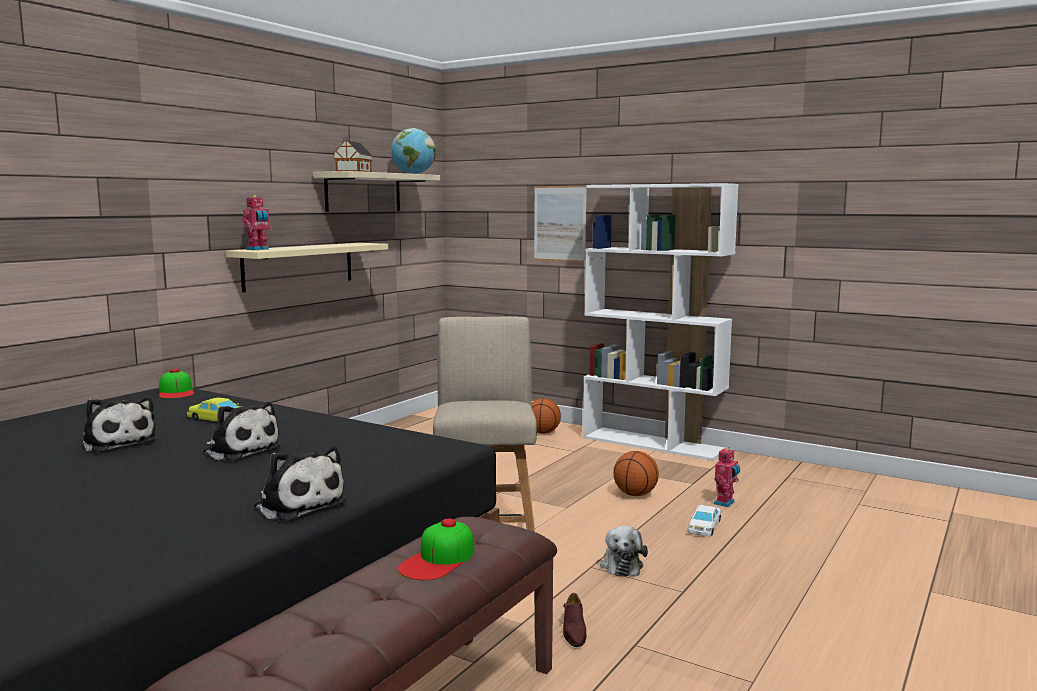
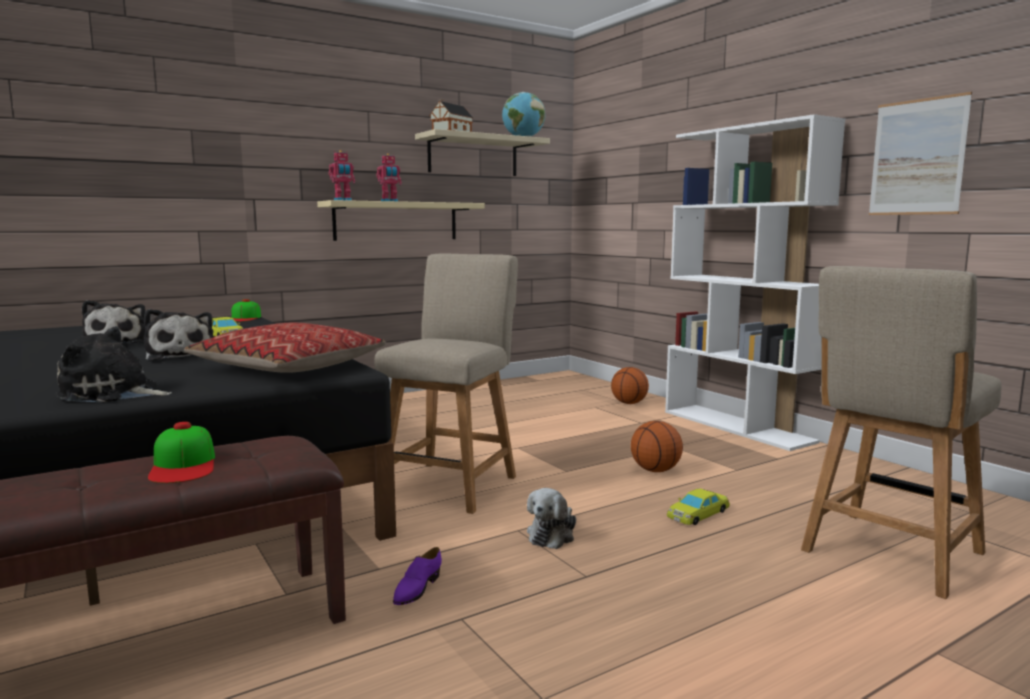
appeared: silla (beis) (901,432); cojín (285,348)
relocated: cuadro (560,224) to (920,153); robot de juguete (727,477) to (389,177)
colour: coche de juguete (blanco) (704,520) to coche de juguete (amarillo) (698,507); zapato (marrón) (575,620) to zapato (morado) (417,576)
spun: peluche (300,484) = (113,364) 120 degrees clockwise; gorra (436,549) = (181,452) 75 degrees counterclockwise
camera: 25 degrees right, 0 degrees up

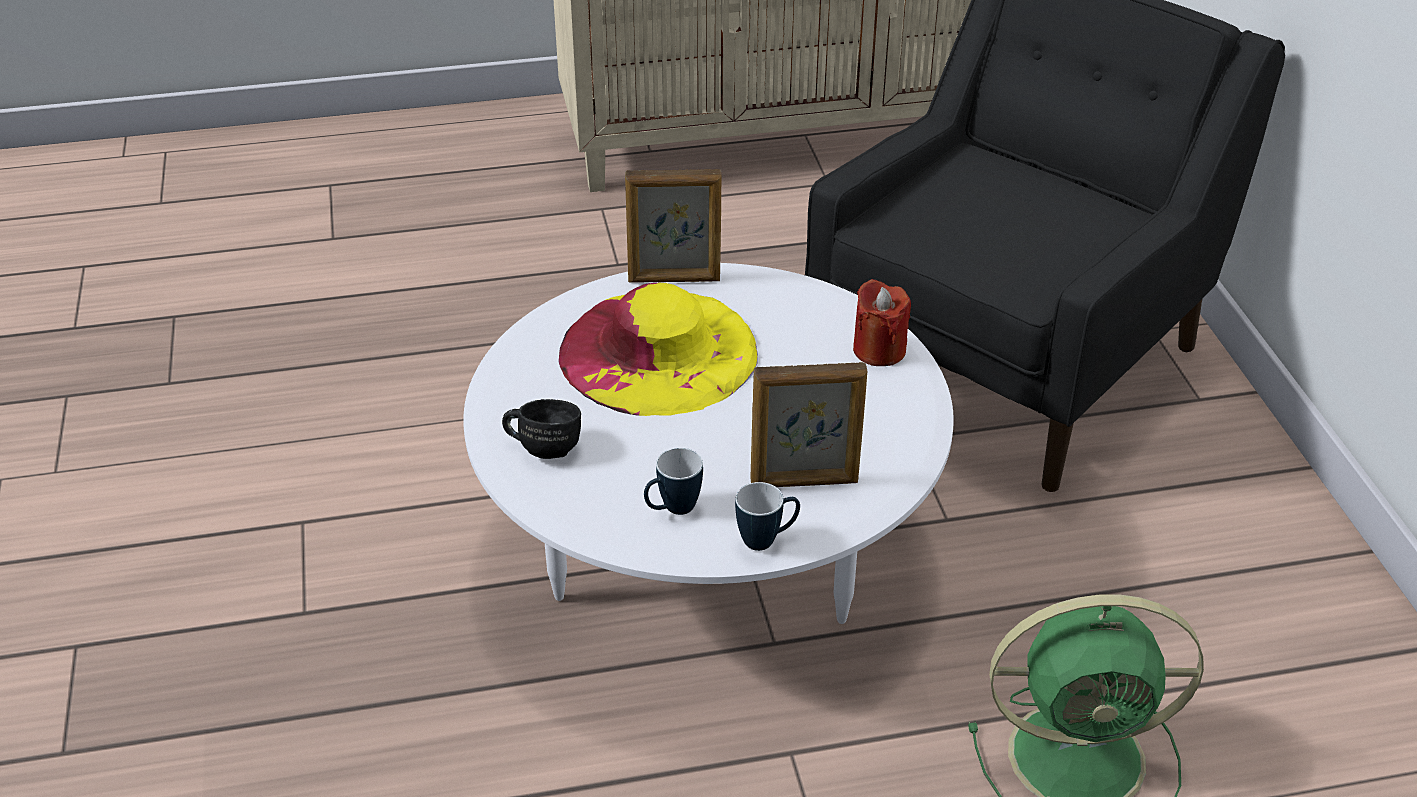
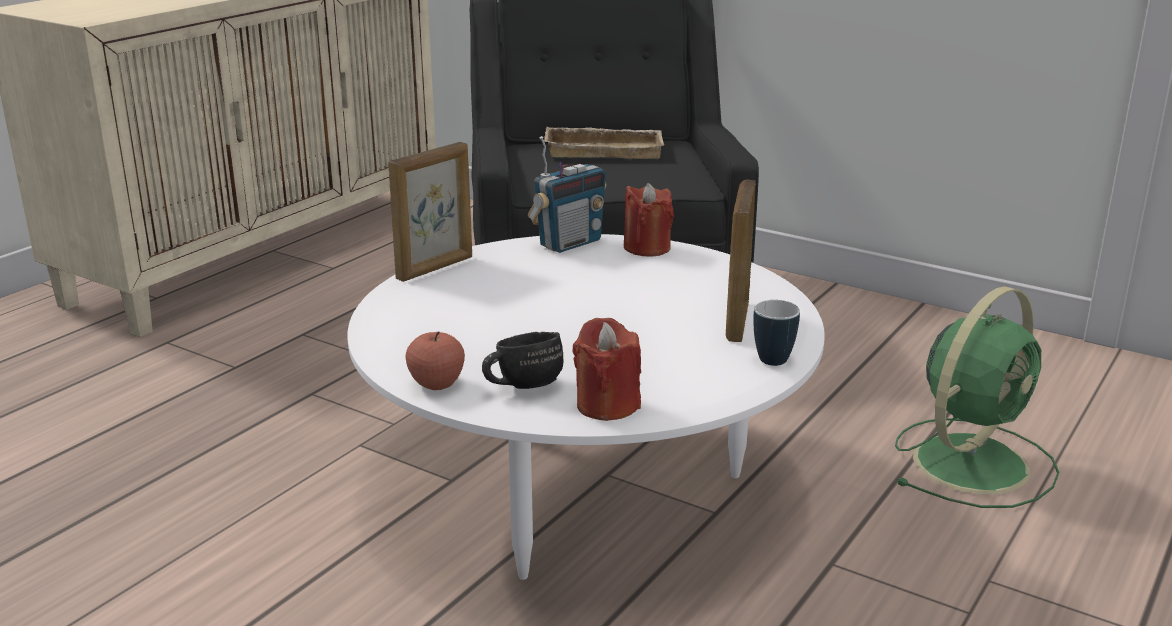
missing: sombrero (amarillo) (658,349); taza grande (673,481)
appeared: bandeja (beis) (604,143); radio (567,194); vela (rojo) (607,369); manzana (435,360)
spun: portarretratos (808,424) = (741,261) 150 degrees clockwise
camera: 45 degrees left, 15 degrees down

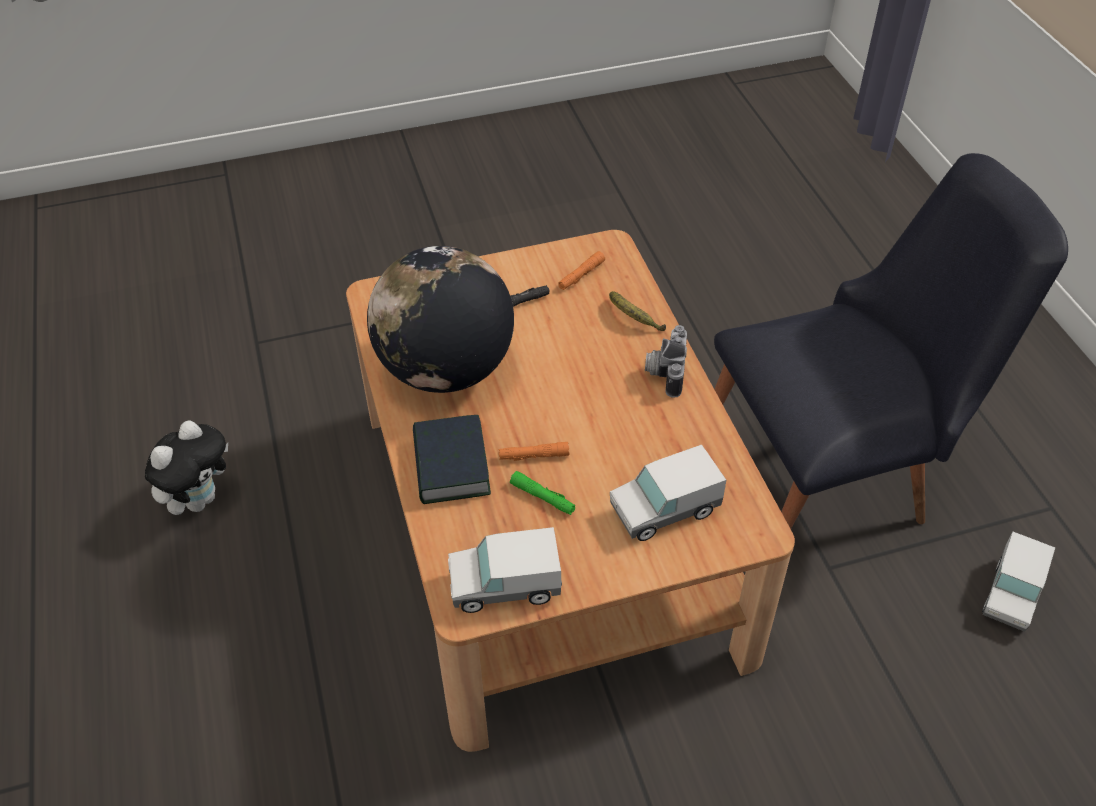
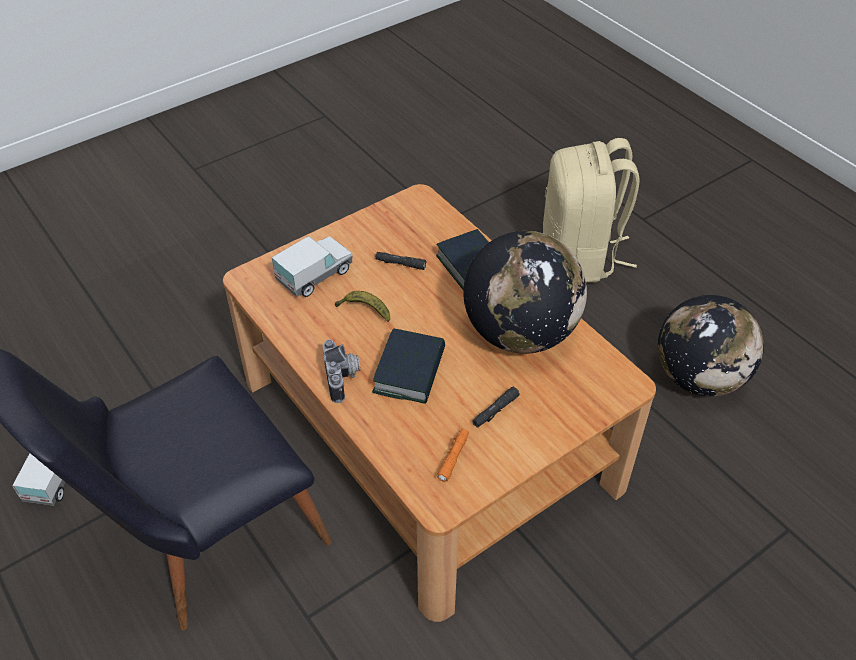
missing: linterna (naranja) (533,451); camión de juguete (505,570)
appeared: mochila (beis) (591,210); libro (408,366)
relocated: plátano (637,311) to (362,306)
exchanged: peluche (186,467) to globo terráqueo (711,345)
colour: linterna (verde) (542,493) to linterna (negro) (400,261)
camera: 160 degrees right, 0 degrees up

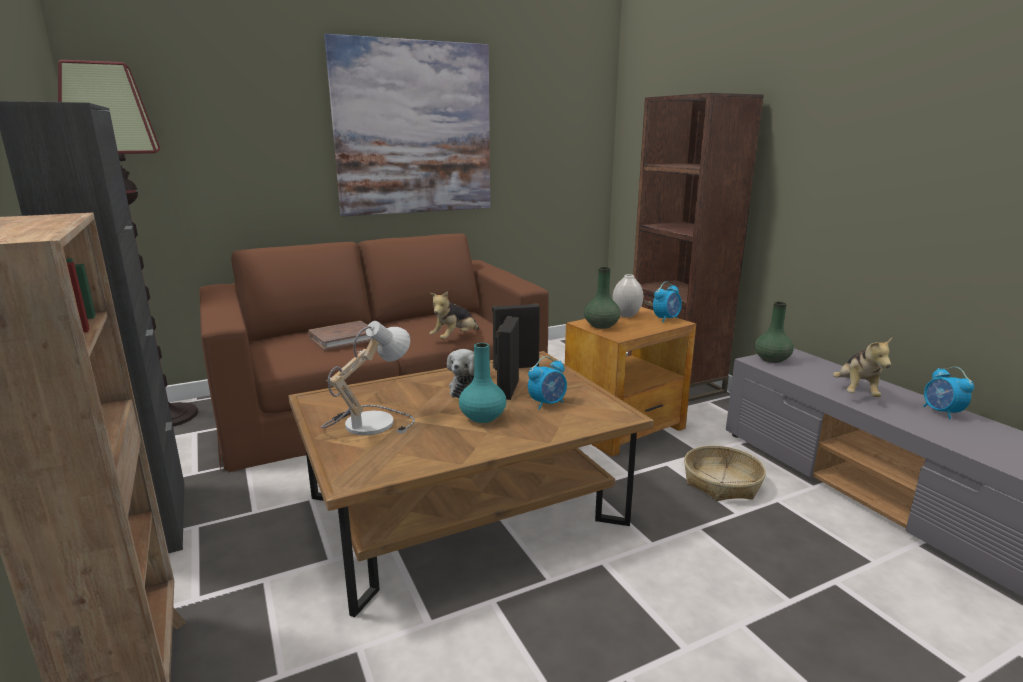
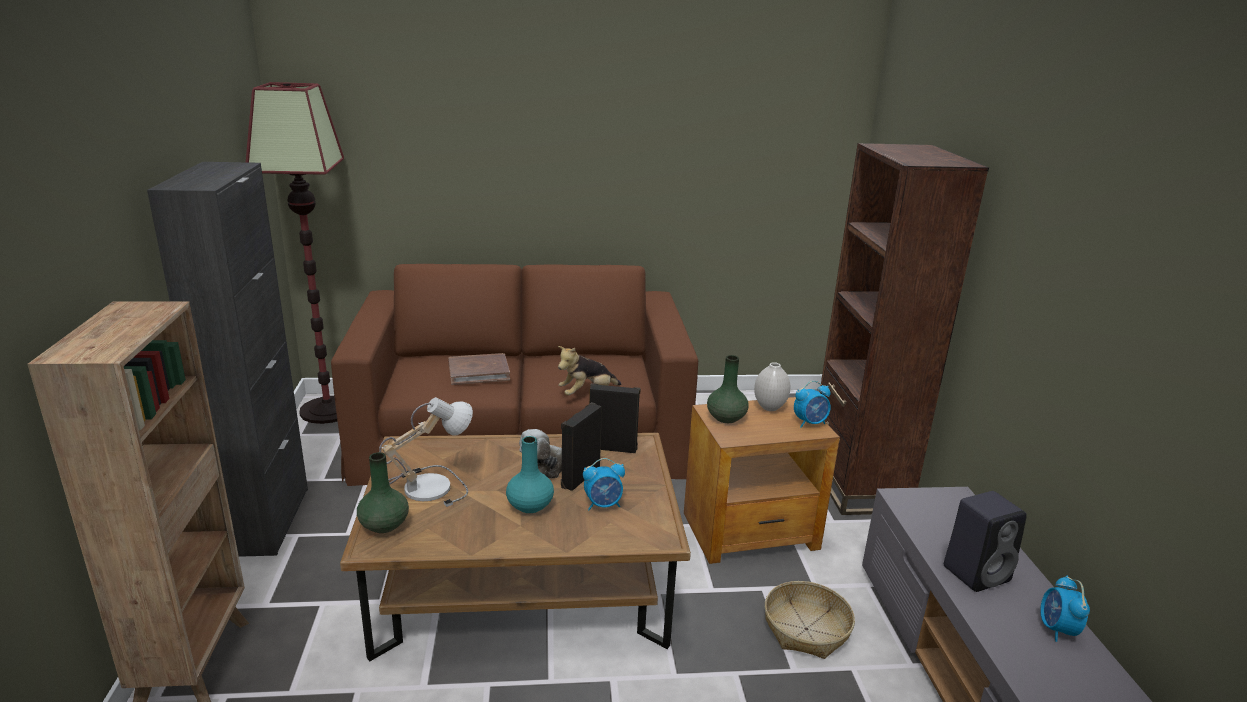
missing: cuadro (407,125)
relocated: florero (verde) (774,332) to (383,492)
exchanged: peluche (862,367) to altavoz (negro) (985,541)
camera: 20 degrees right, 5 degrees up

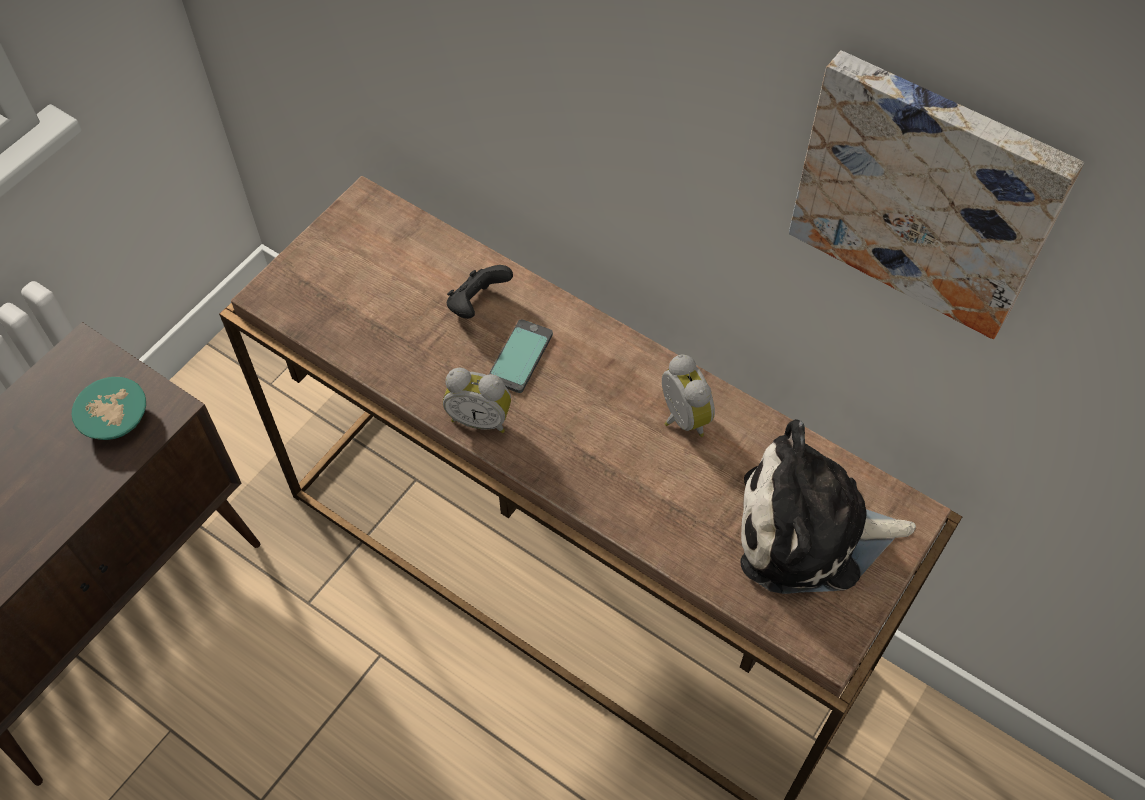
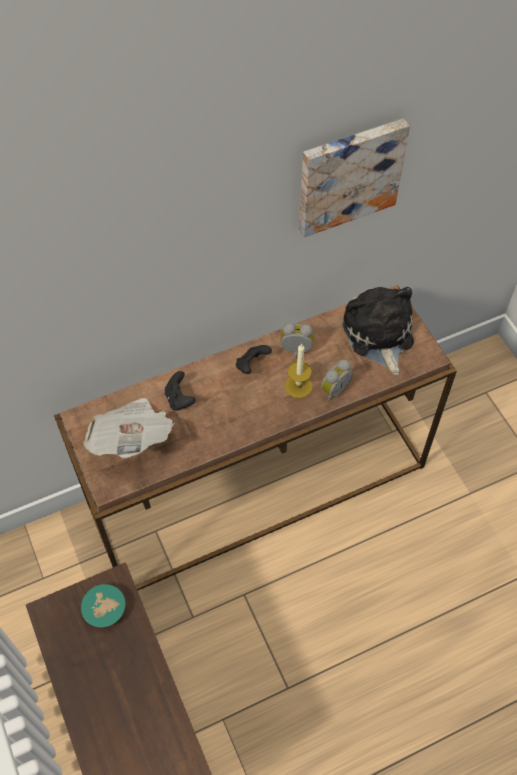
missing: móvil (521,356)
appeared: vela (299,371); mando de consola (negro) (254,359); periódico (129,428)
relocated: despertador (477,400) to (337,380)
spun: peluche (828,506) = (378,331) 135 degrees clockwise
camera: 60 degrees left, 0 degrees up

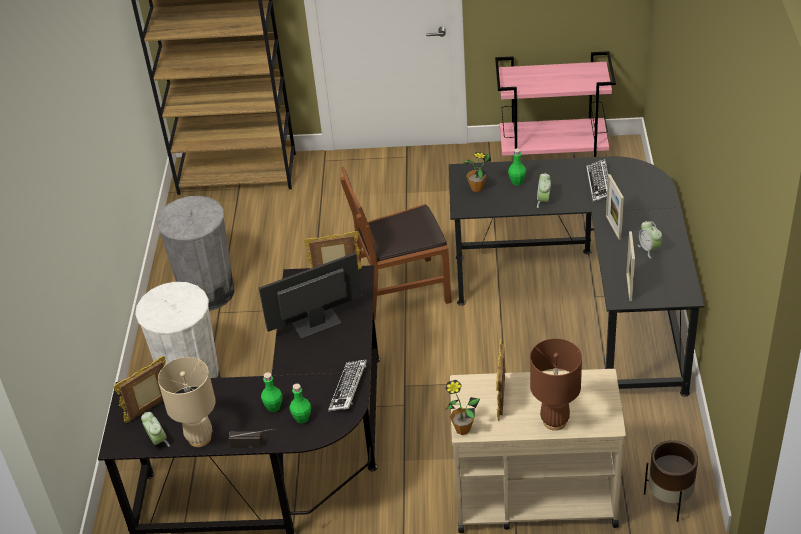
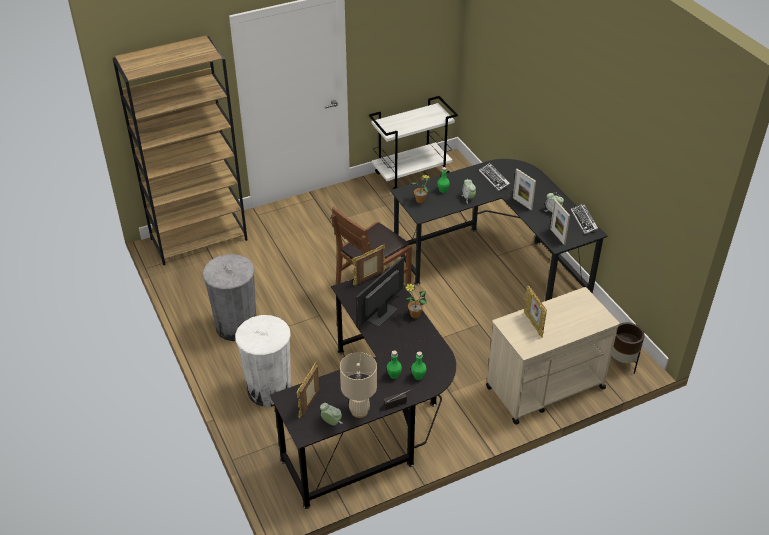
missing: lámpara de mesa (marrón) (556,385)
relocated: teclado (347,385) to (584,218); planta en maceta (462,407) to (416,301)
colour: carrito (rosa) (555,104) to carrito (blanco) (413,142)
camera: 30 degrees left, 0 degrees up

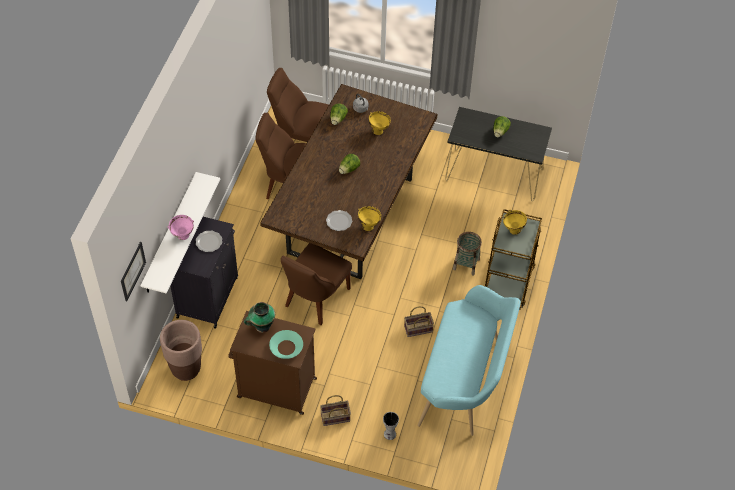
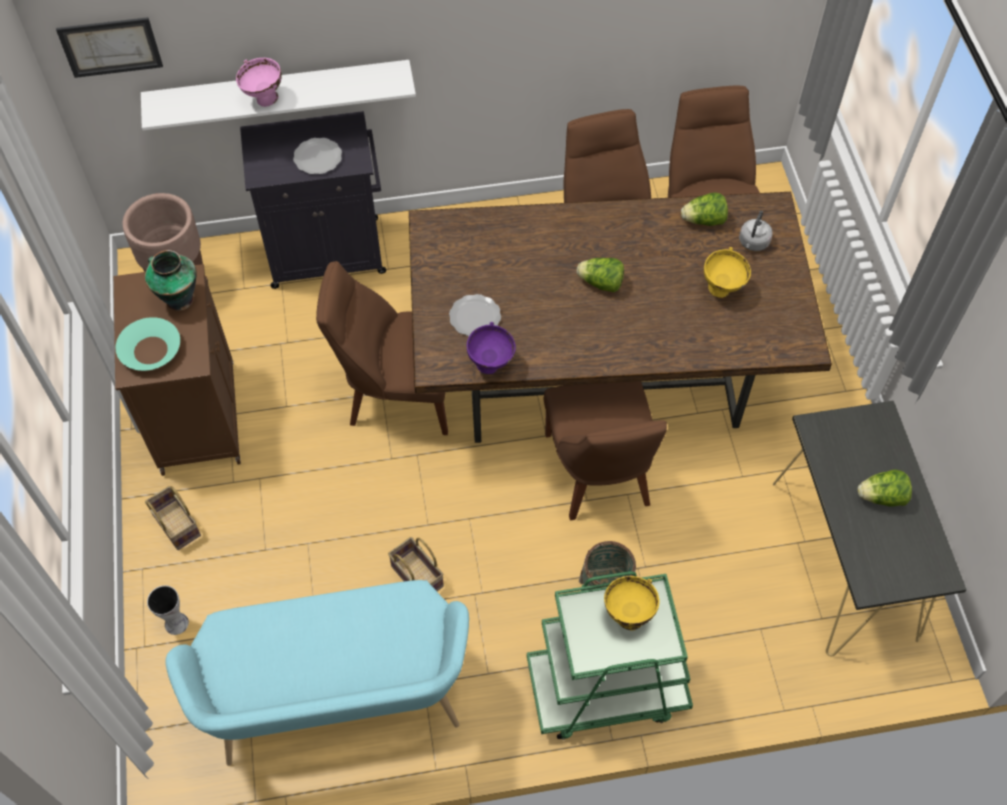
appeared: silla (marrón) (605,450)
colour: cuenco (amarillo) (369,218) to cuenco (morado) (491,348); carrito (marrón) (513,259) to carrito (verde) (610,655)
camera: 65 degrees right, 5 degrees up

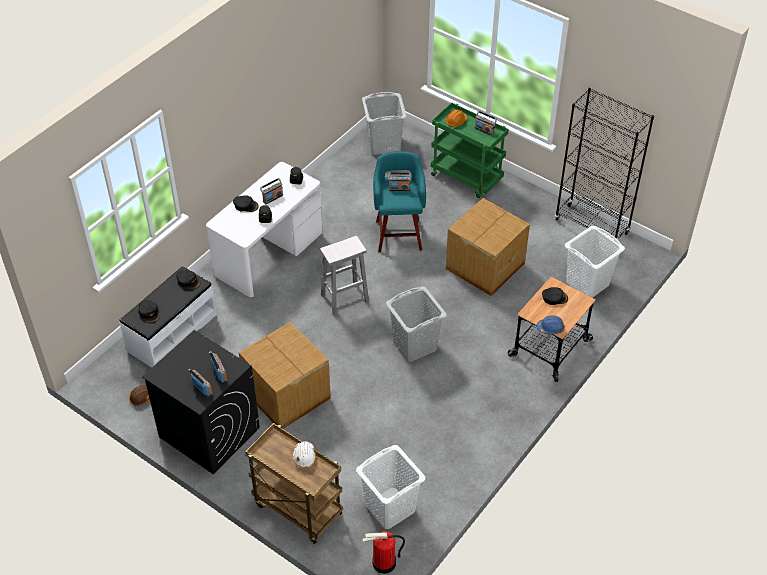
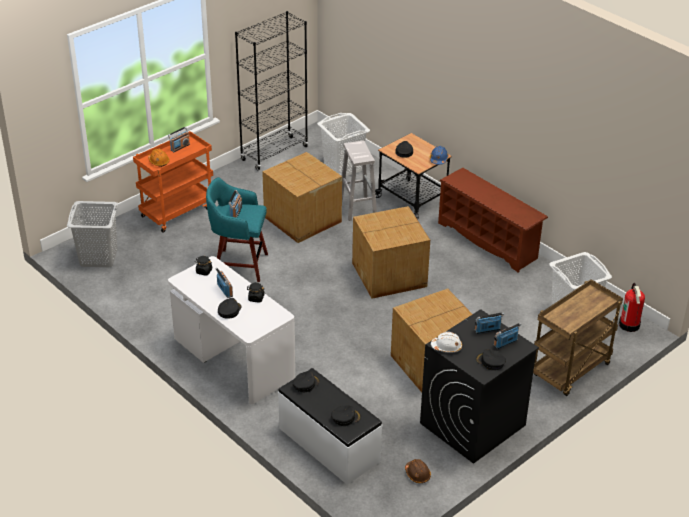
appeared: zapatero (marrón) (493,220); gorra (negro) (491,359)
relocated: taburete (blanco) (344,275) to (359,180); casco (blanco) (304,455) to (446,342)
exchanged: cesto de la ropa (gris) (416,324) to caja de cartón (391,252)
colour: carrito (verde) (469,150) to carrito (naranja) (173,182)
camera: 80 degrees left, 10 degrees down

